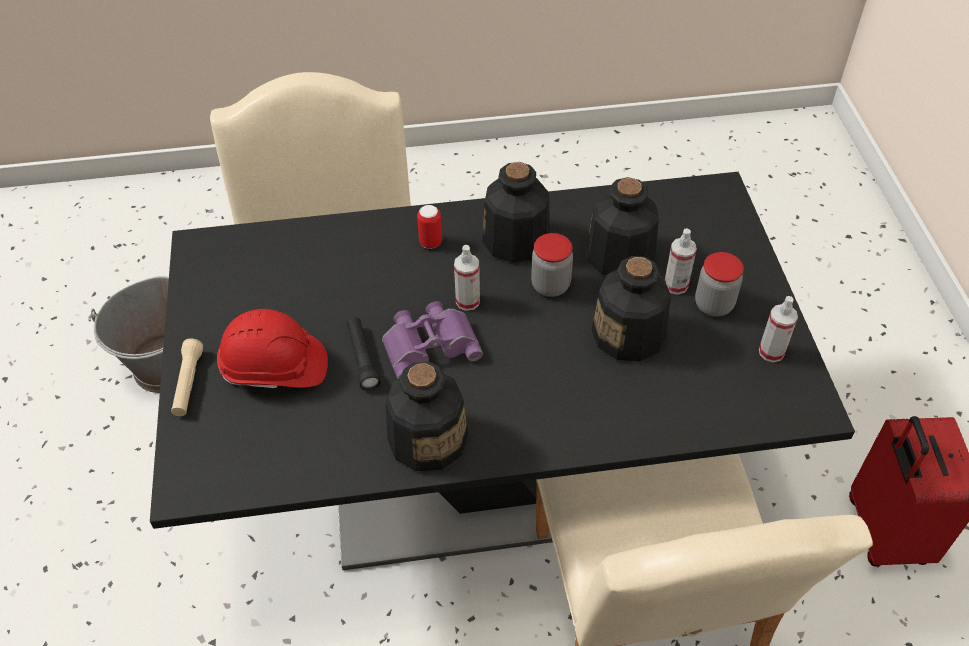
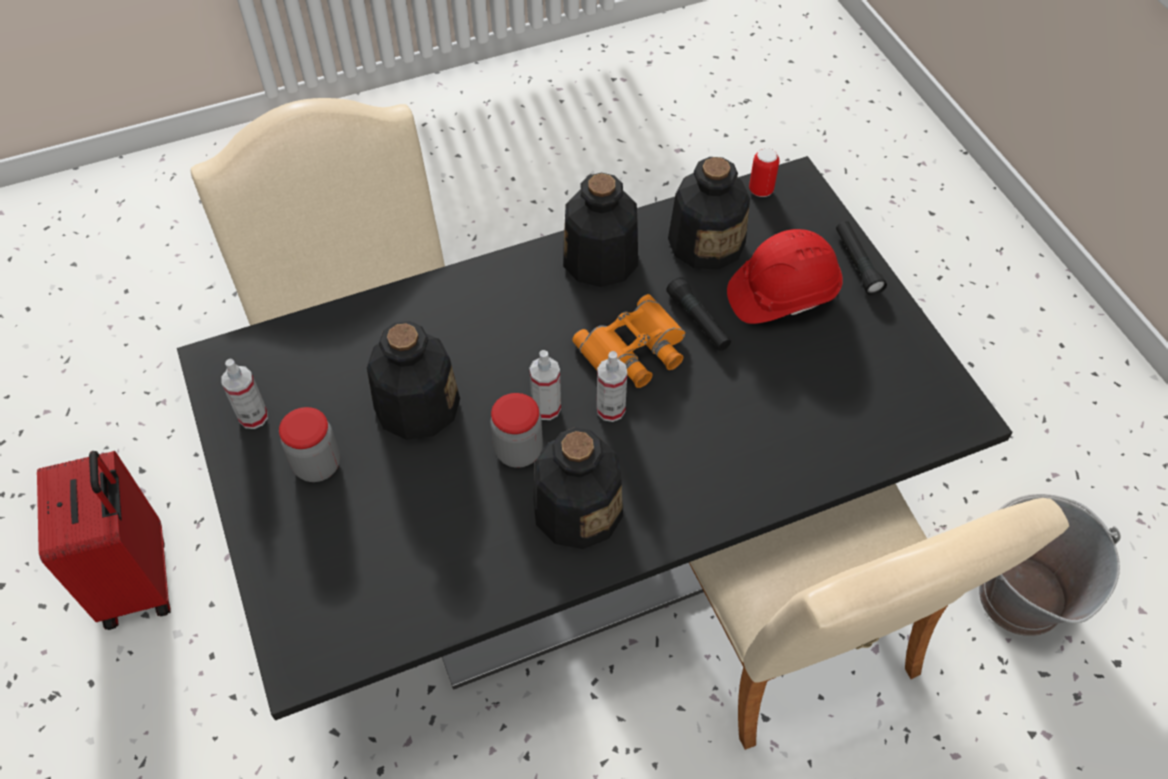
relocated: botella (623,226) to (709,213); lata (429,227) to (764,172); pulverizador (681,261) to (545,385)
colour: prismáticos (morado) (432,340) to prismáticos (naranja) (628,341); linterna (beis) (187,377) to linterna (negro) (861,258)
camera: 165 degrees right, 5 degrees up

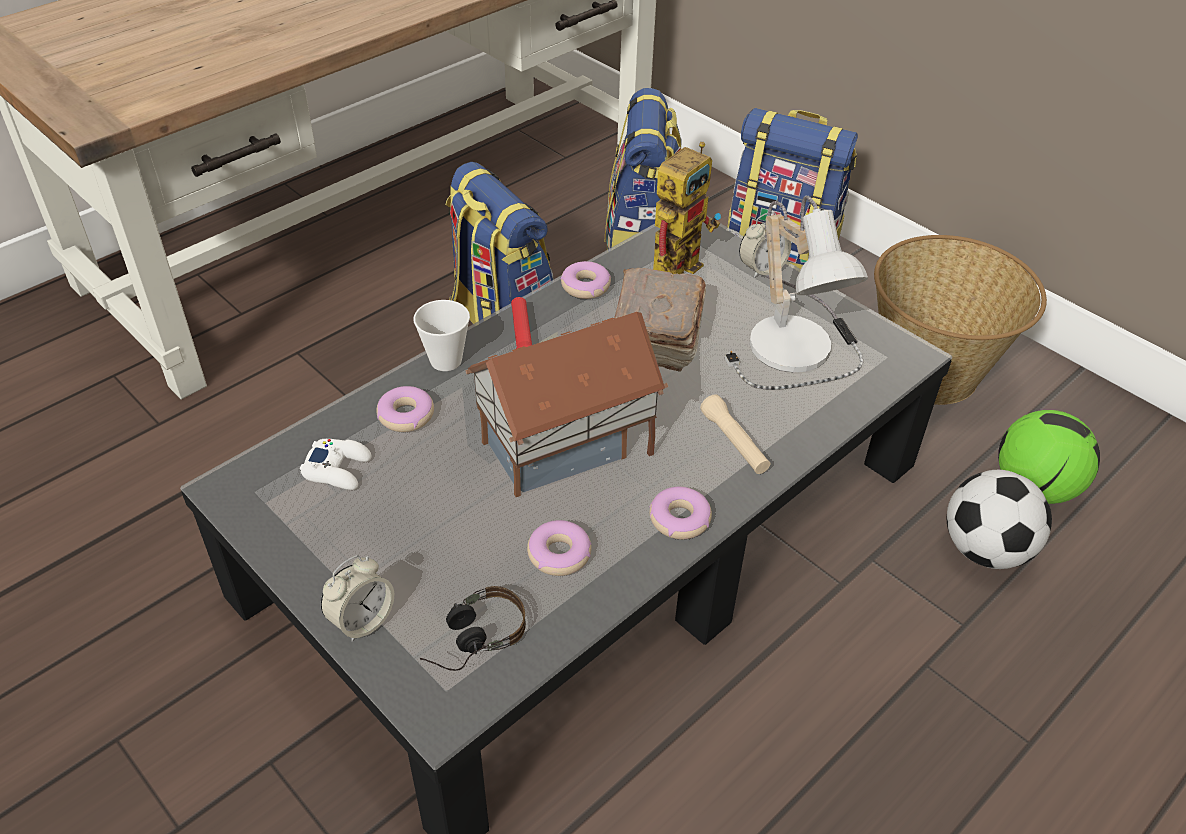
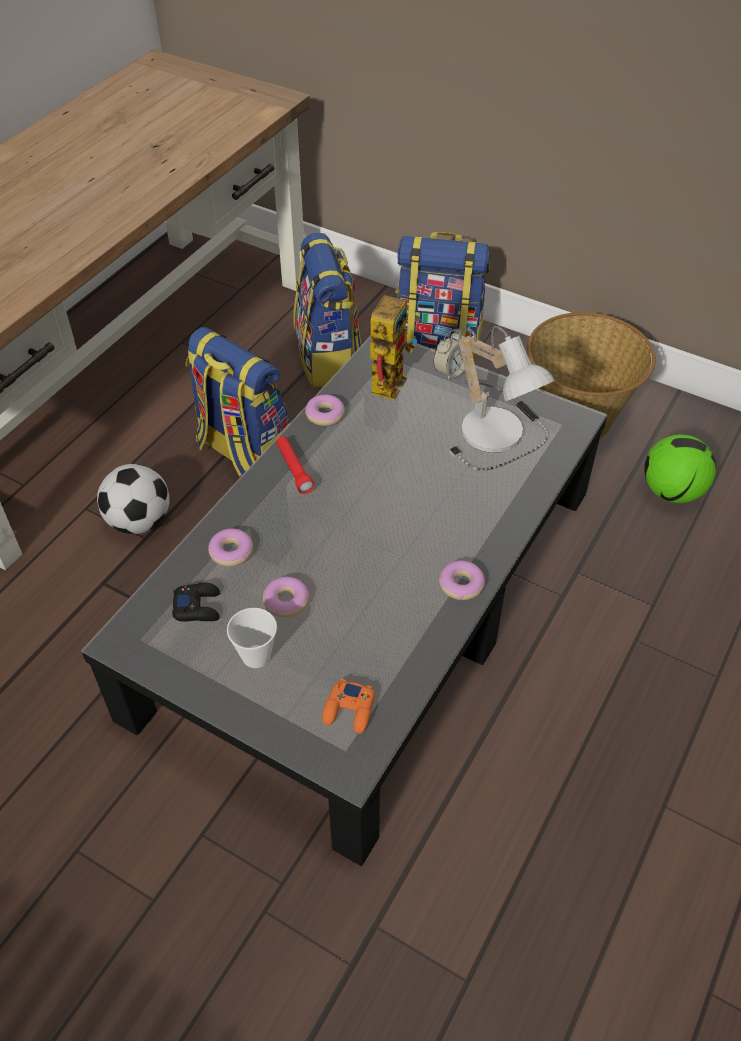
missing: libro (marrón) (660,320); casita (566,404); linterna (beis) (735,434); despertador (357,598)
relocated: taza (441,335) to (252,638); balón de fútbol (999,519) to (133,499); rosquilla (559,548) to (286,597)
exchanged: auriculares (473,628) to mando de consola (naranja) (348,706)
colour: mando de consola (blanco) (336,464) to mando de consola (negro) (196,602)
camera: 15 degrees left, 5 degrees up

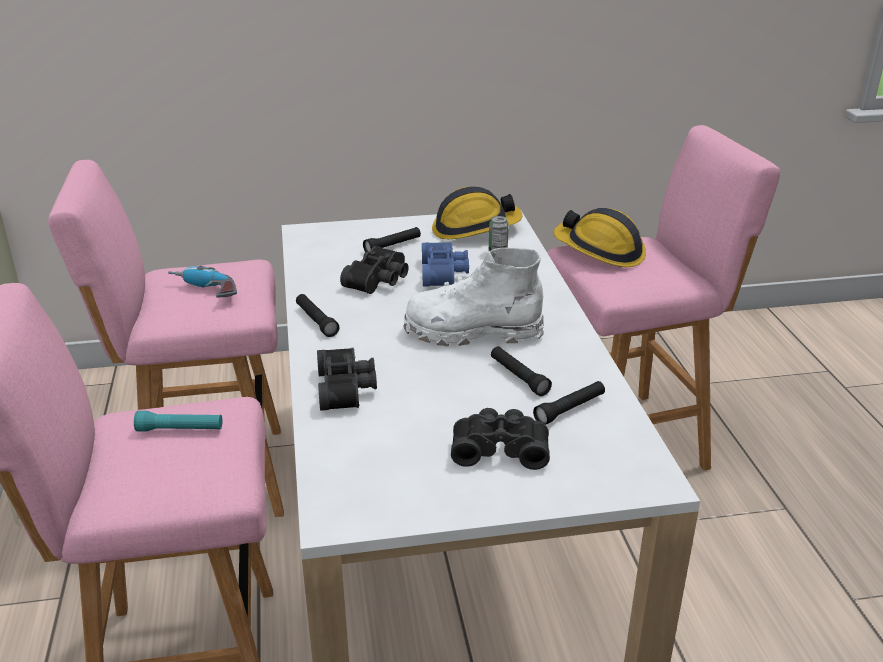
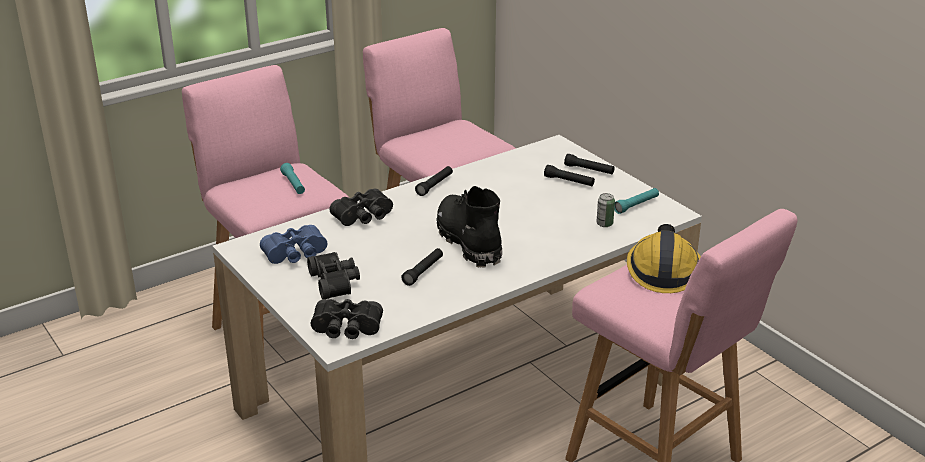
missing: taladro (202,282)
relocated: prismáticos (azul) (445,264) to (293,244); prismáticos (negro) (374,270) to (347,319); linterna (negro) (569,403) to (589,164)
exchanged: casco (477,213) to linterna (turquesa) (636,201)
colour: bota (blanco) (473,297) to bota (negro) (469,227)
camera: 65 degrees right, 0 degrees up

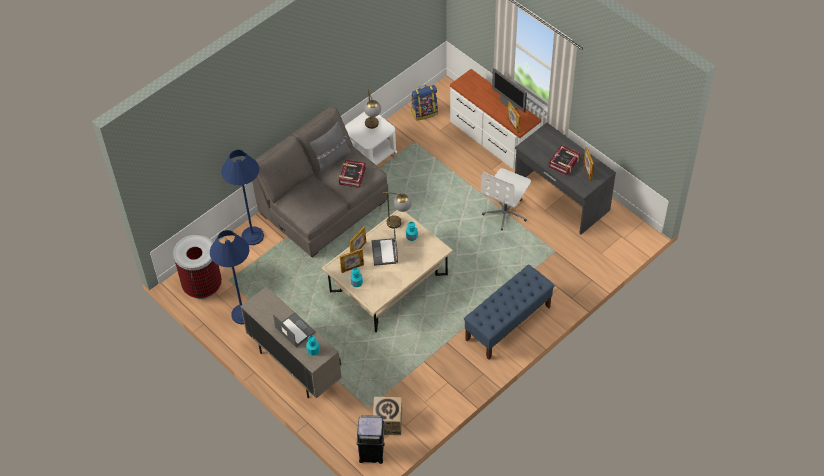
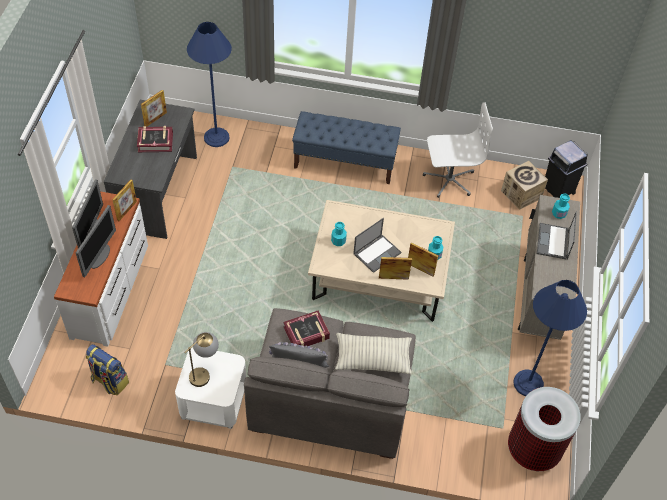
missing: lámpara de mesa (397,210)
appeared: monitor (96,241); cojín (373,353)
relocated: lámpara de pie (azul) (242,197) to (209,84); silla de oficina (blanco) (506,199) to (458,150)
camera: 130 degrees left, 0 degrees up

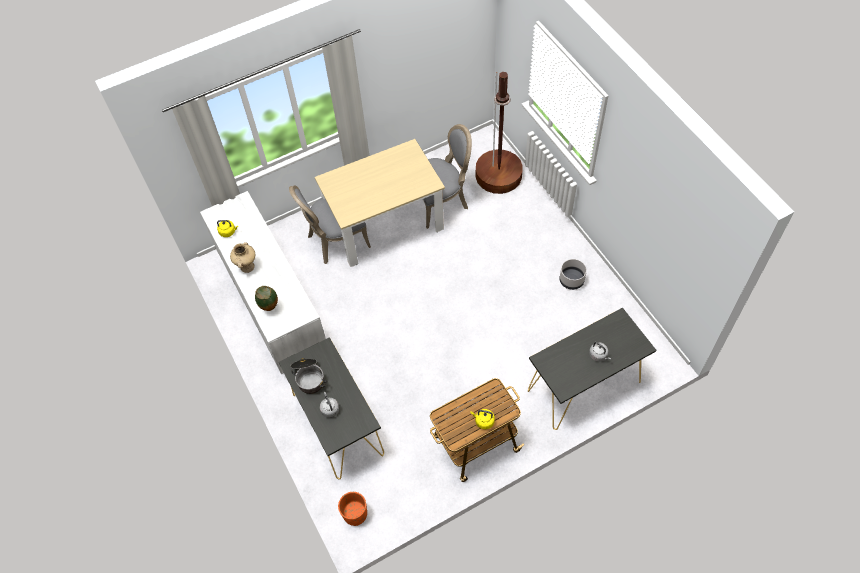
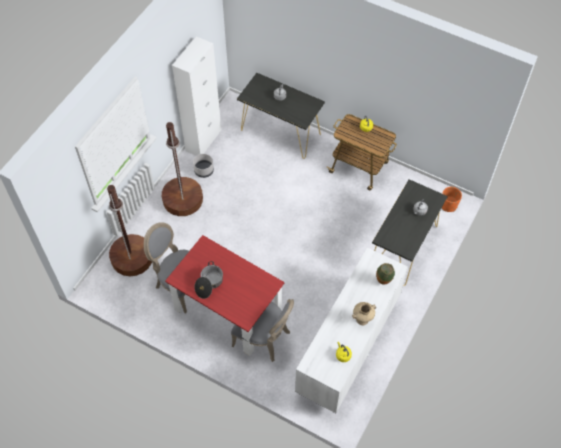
appeared: armario (blanco) (197,96); lámpara de pie (marrón) (182,169)
relocated: olla (308,376) to (209,280)
colour: mesa de comedor (beis) (380,203) to mesa de comedor (rojo) (224,295)
camera: 125 degrees left, 0 degrees up

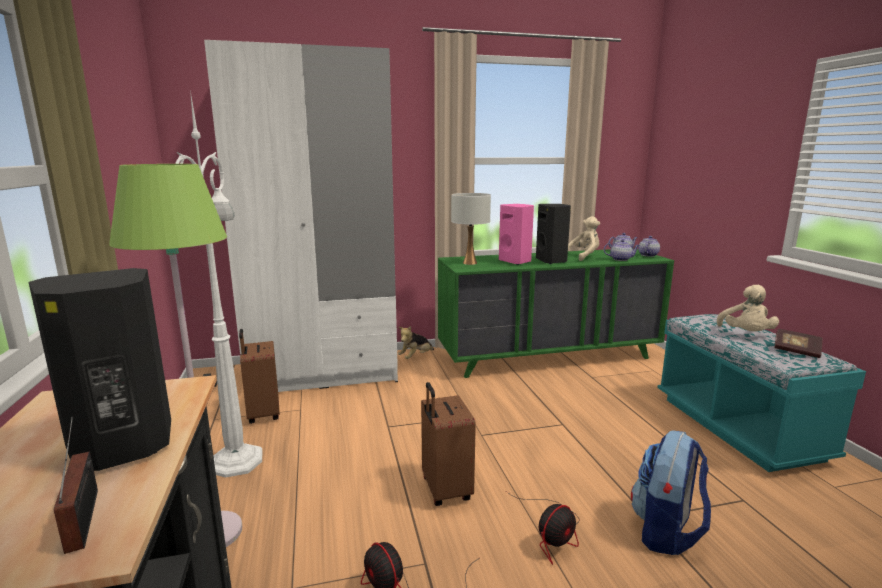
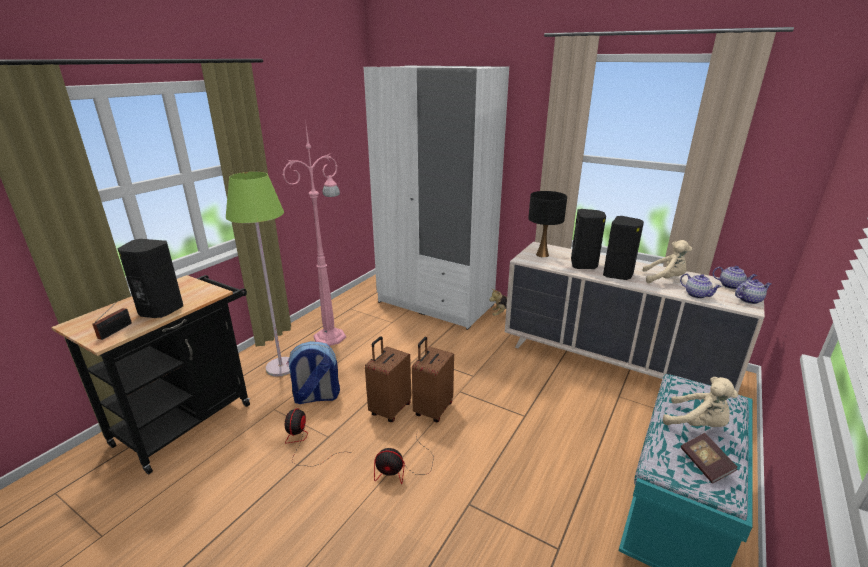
relocated: maleta (marrón) (259,376) to (433,379); mochila (671,492) to (313,372)
colour: lámpara de pie (blanco) (218,283) to lámpara de pie (rosa) (314,233); lámpara de mesa (blanco) (471,229) to lámpara de mesa (negro) (547,224); altavoz (rosa) (516,234) to altavoz (negro) (588,239); cómoda (verde) (556,313) to cómoda (beis) (635,317)
spun: peluche (beis) (748,308) = (700,402) 105 degrees counterclockwise
camera: 45 degrees right, 10 degrees up

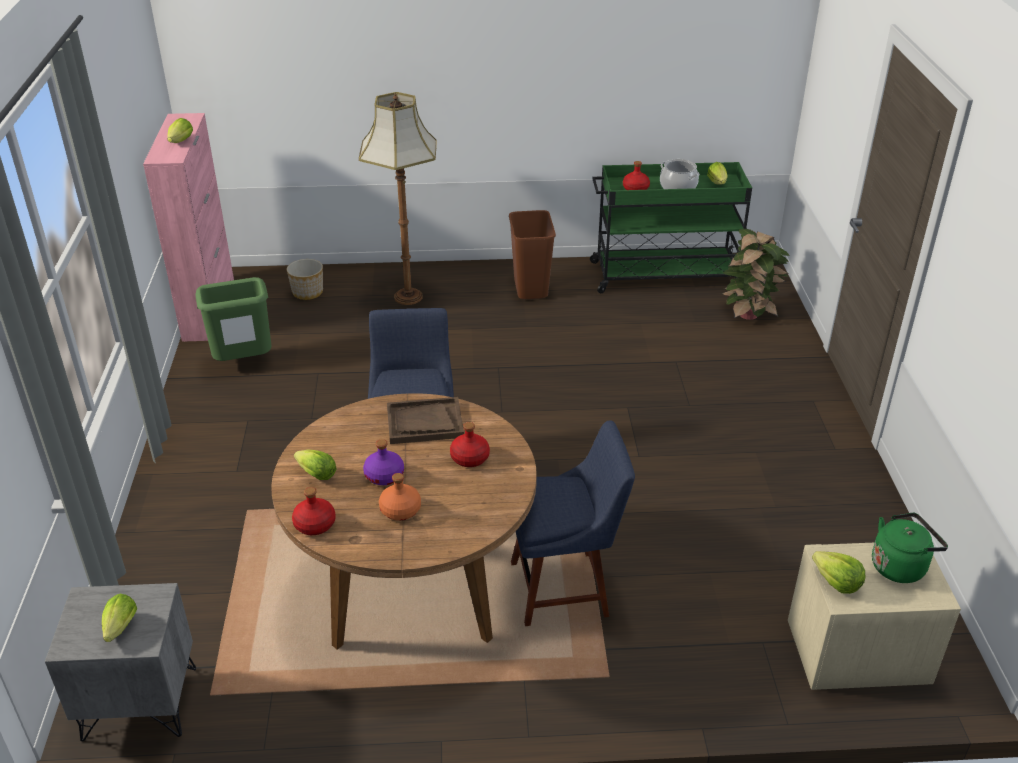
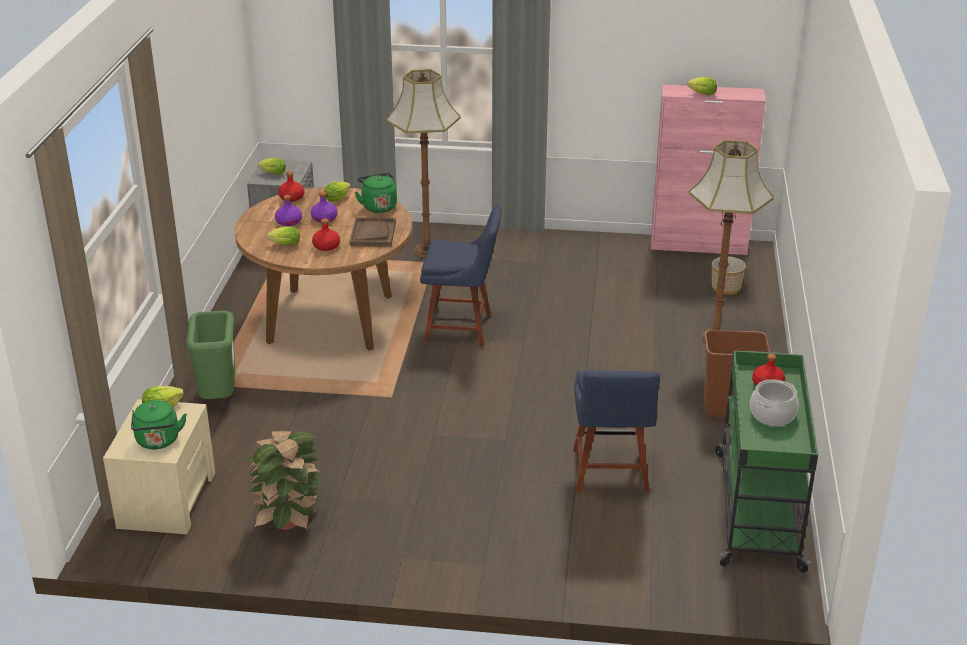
appeared: lámpara de pie (423,163); hervidor (verde) (376,193)
relocated: lechuga (717,173) to (283,235); planta en maceta (756,274) to (283,480); papelera (verde) (233,319) to (210,355); silla (azul) (573,523) to (616,432)
colour: botella (naranja) (400,497) to botella (morado) (288,210)
camera: 100 degrees right, 5 degrees down

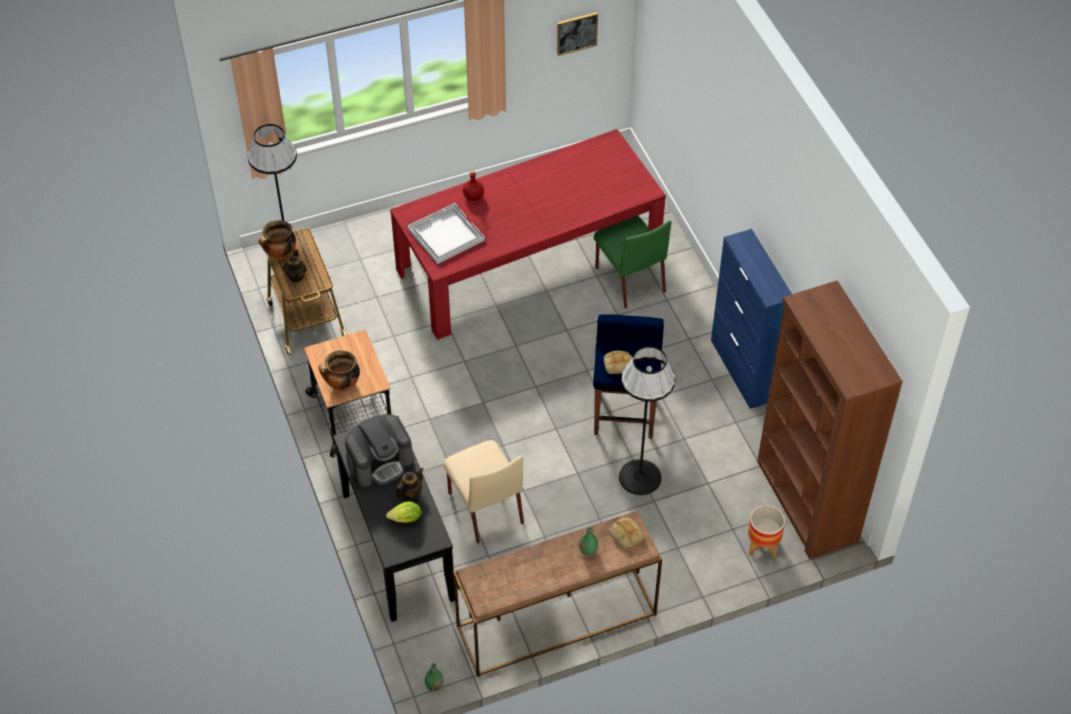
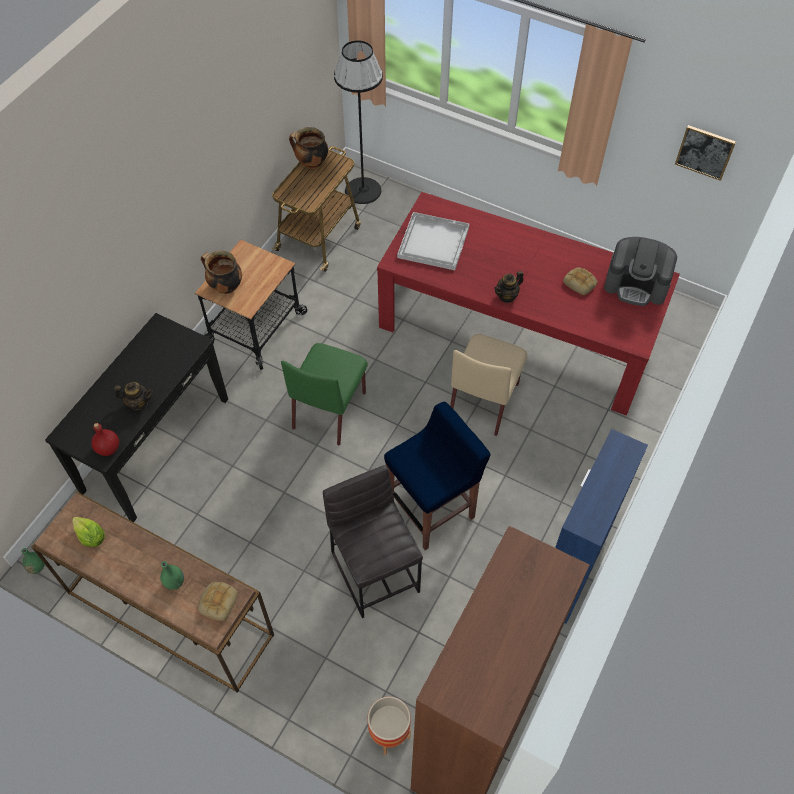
relocated: botella (rojo) (473,185) to (105,439); silla (verde) (632,262) to (324,394); tetera (295,265) to (508,287); pan (618,362) to (580,281); cafetera (379,450) to (640,271); silla (beis) (483,491) to (488,385); lechuga (403,512) to (88,532)
exchanged: lámpara de pie (negro) (647,420) to taburete (gris) (373,541)
camera: 50 degrees right, 5 degrees up

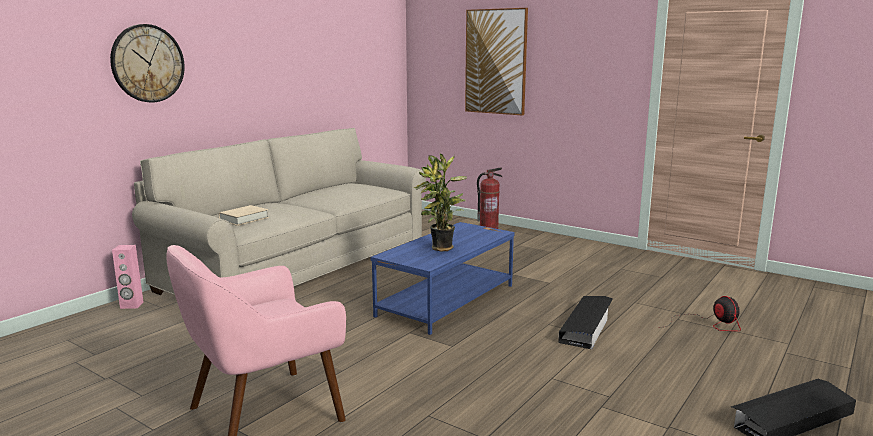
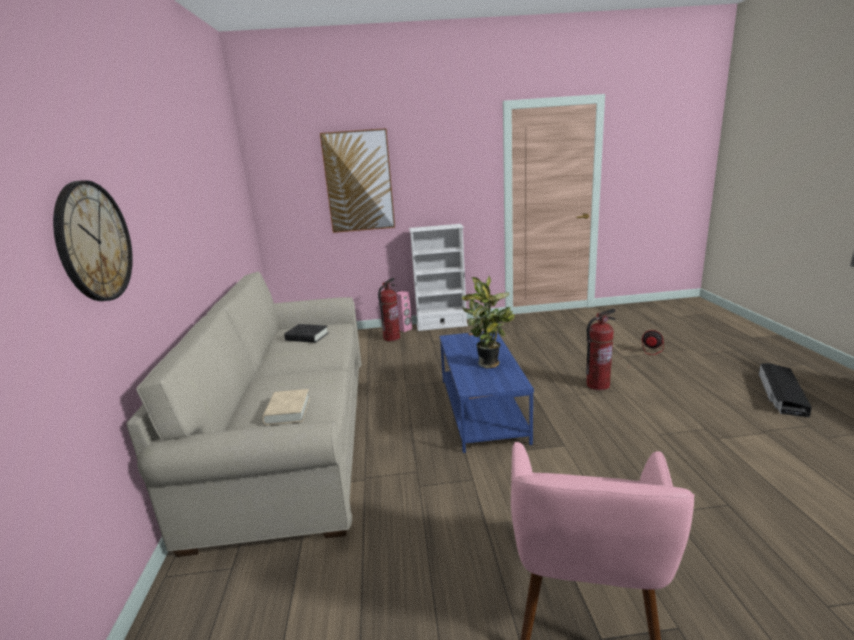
appeared: estantería (blanco) (438,277); libro (negro) (306,333)
relocated: altavoz (rosa) (127,277) to (404,311)
exchanged: caja de almacenaje (negro) (585,322) to extintor (601,349)
camera: 40 degrees left, 5 degrees up

